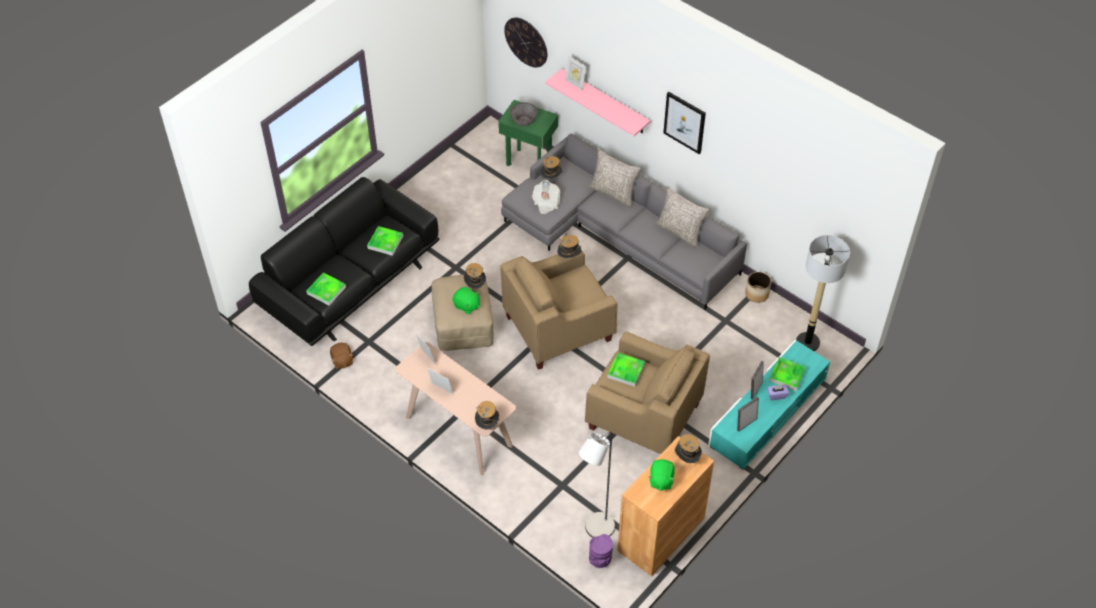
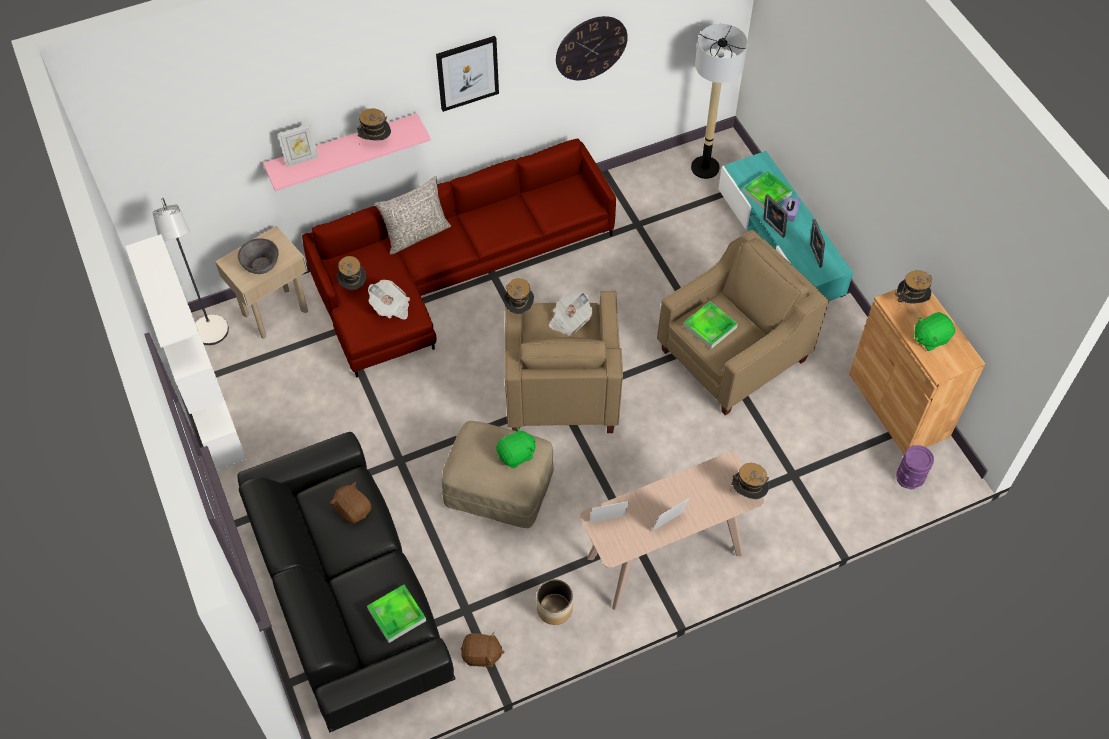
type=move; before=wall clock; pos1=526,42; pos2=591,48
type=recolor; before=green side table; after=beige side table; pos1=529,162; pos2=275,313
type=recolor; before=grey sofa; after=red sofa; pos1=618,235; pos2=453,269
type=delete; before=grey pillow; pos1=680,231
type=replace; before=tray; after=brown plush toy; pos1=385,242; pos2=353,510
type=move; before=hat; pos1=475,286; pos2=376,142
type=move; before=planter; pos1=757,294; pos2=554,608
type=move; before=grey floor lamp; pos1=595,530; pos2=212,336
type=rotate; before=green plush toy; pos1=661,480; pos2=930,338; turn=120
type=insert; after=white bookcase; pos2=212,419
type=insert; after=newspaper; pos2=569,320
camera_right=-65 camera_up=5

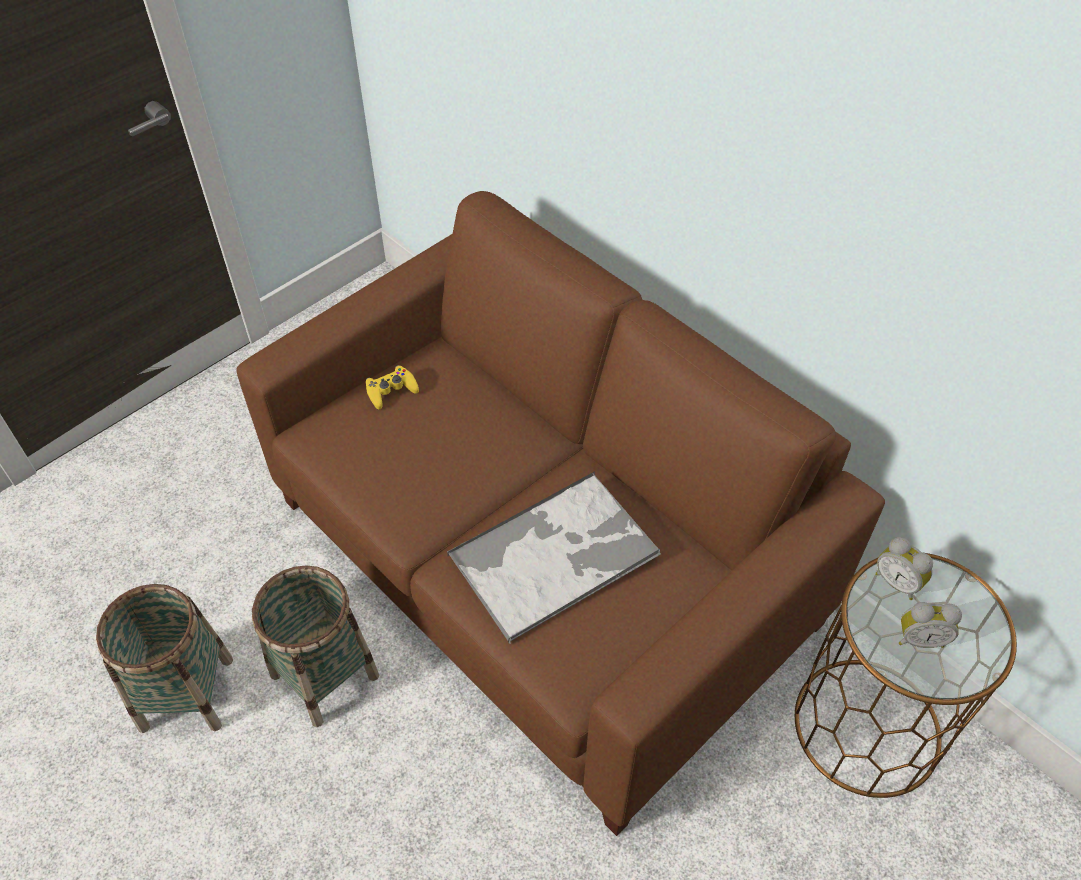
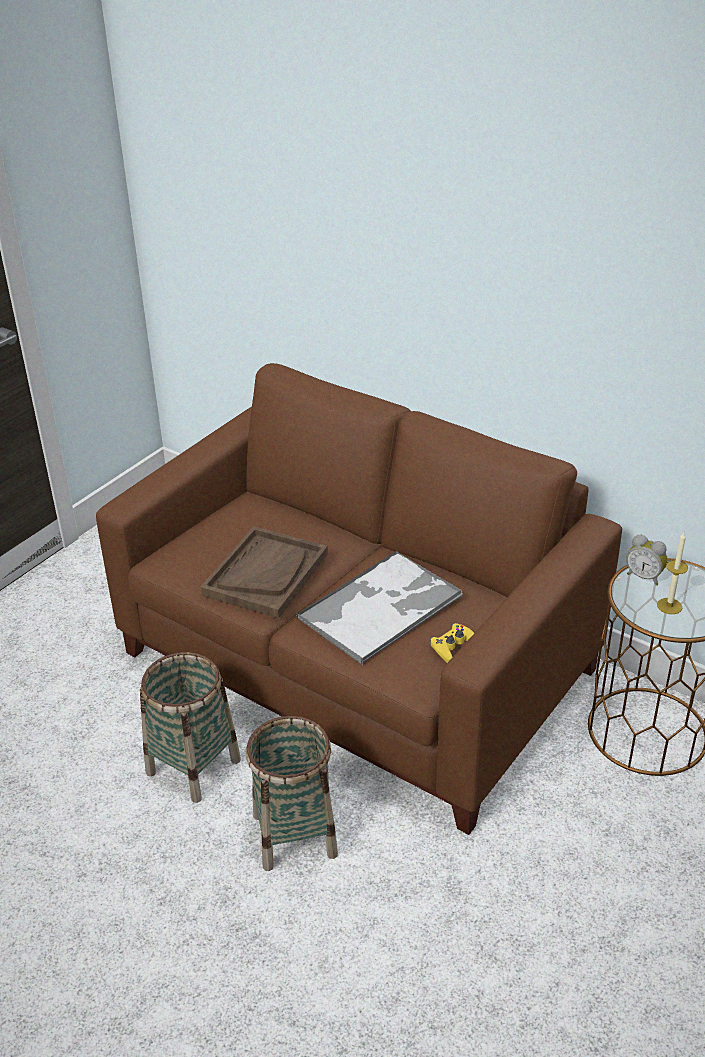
type=move; before=yellow game controller; pos1=391,390; pos2=453,647
type=move; before=basket; pos1=186,693; pos2=295,835
type=replace; before=alarm clock; after=candle; pos1=919,638; pos2=669,606
type=insert; after=brown tray; pos2=265,574
camera_right=-10 camera_up=-15

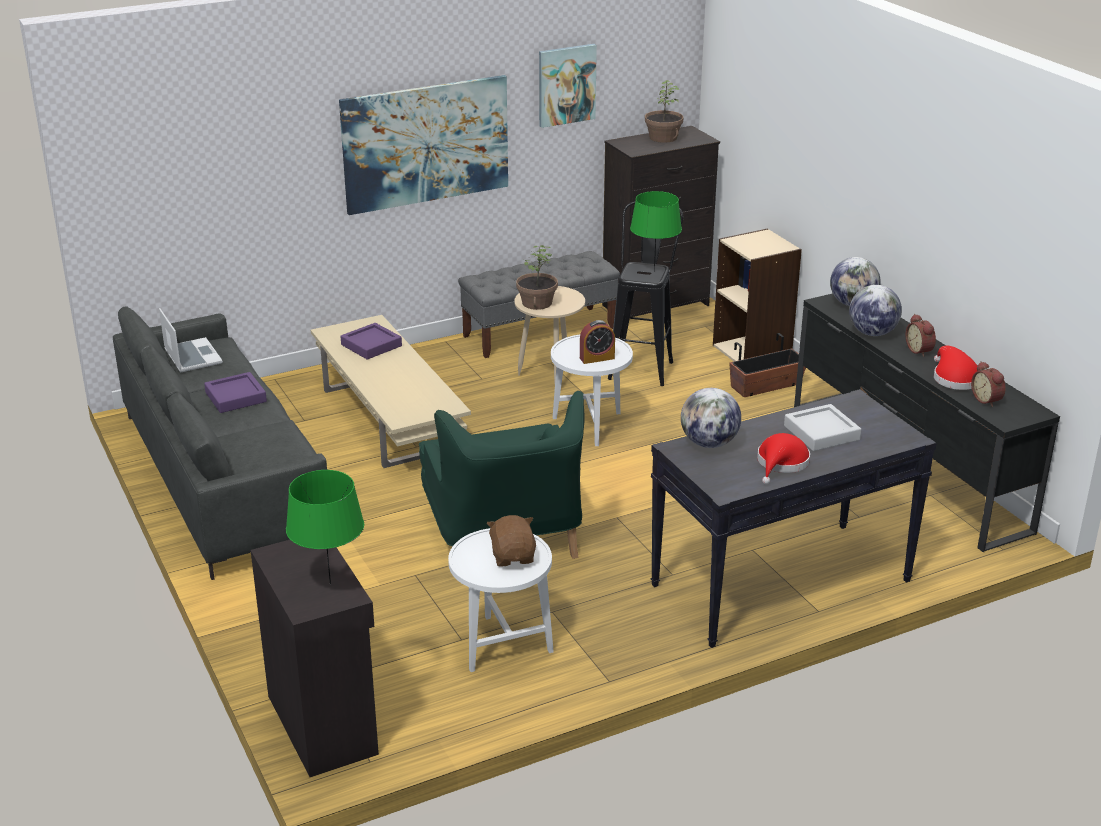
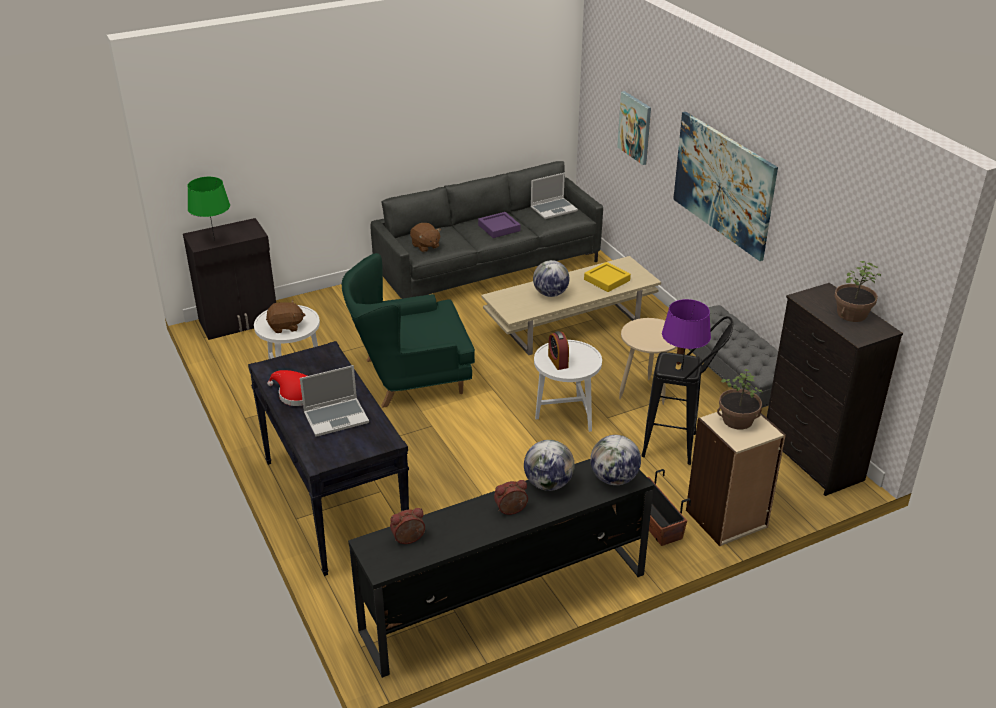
type=move; before=picture; pos1=566,85; pos2=635,127
type=recolor; before=green table lamp; after=purple table lamp; pos1=654,271; pos2=681,370
type=move; before=potted plant; pos1=536,303; pos2=737,420
type=recolor; before=purple tray; after=yellow tray; pos1=371,345; pos2=607,280
type=delete; before=red hat; pos1=954,378
type=move; before=globe; pos1=709,443; pos2=550,294
type=replace; before=grey tray; after=laptop; pos1=821,433; pos2=336,417
type=insert; after=brown plush toy; pos2=425,246
camera_right=90 camera_up=5

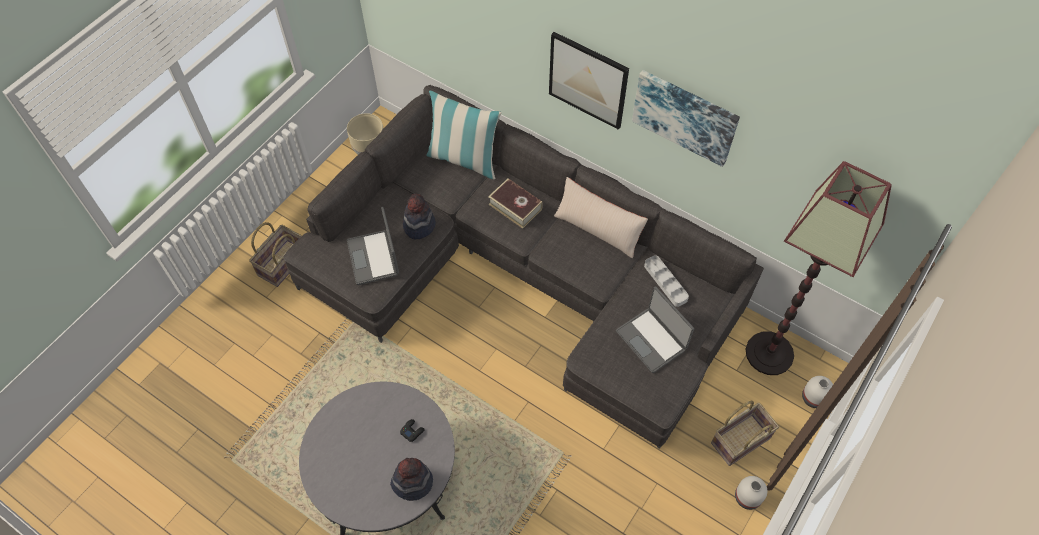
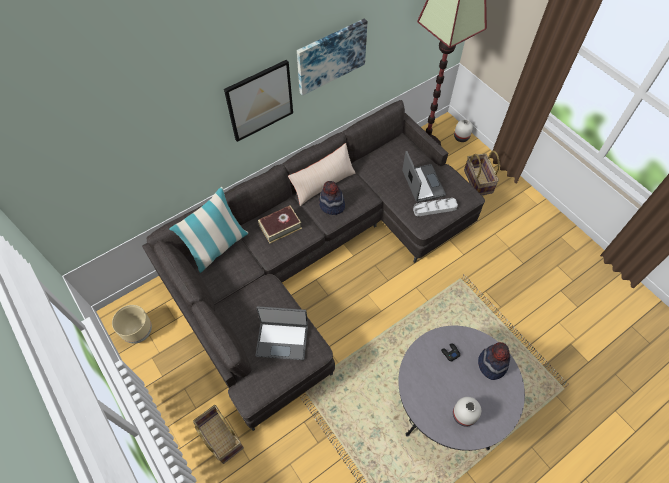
type=move; before=hat; pos1=419,225; pos2=331,205
type=move; before=grey tray; pos1=665,282; pos2=434,208
type=rotate; before=laptop; pos1=652,340; pos2=422,184; turn=-90
type=move; before=white vase; pos1=748,497; pos2=463,414
camera_right=-70 camera_up=0

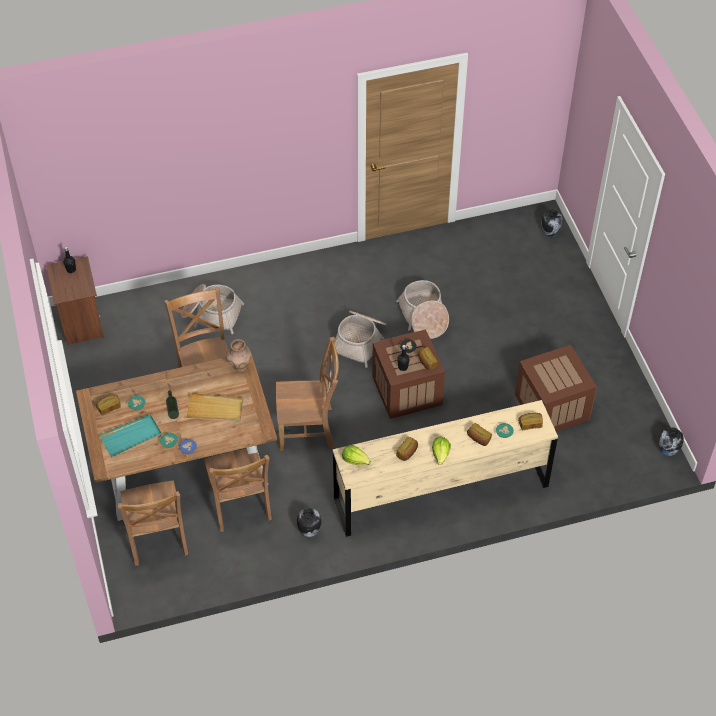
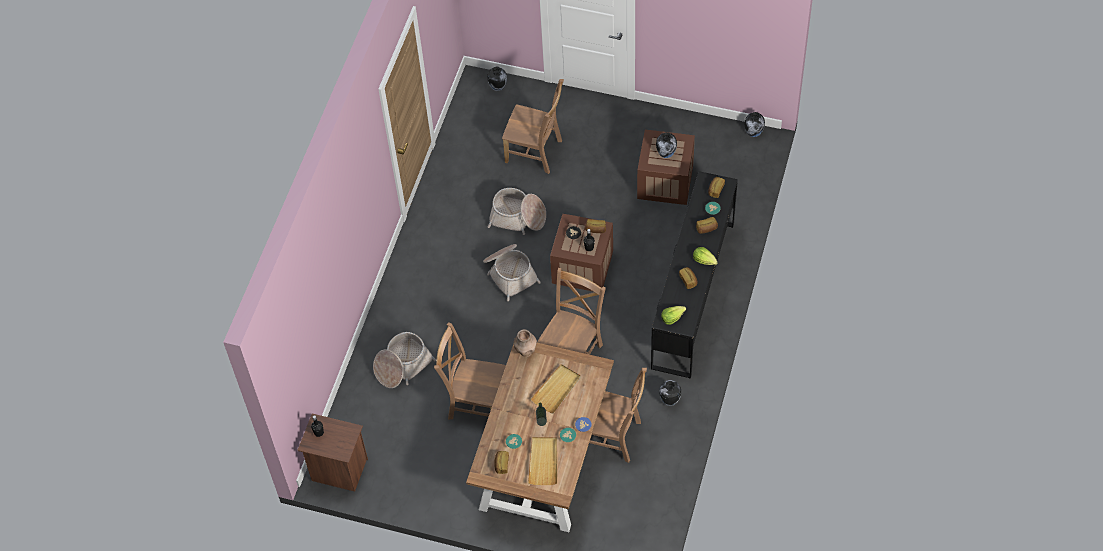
type=recolor; before=beige dresser; after=black dresser; pos1=441,492; pos2=693,295
type=recolor; before=turquoise tray; after=beige tray; pos1=131,437; pos2=543,461
type=move; before=brown chair; pos1=157,539; pos2=536,152
type=insert; after=vase; pos2=666,154
camera_right=-55 camera_up=5

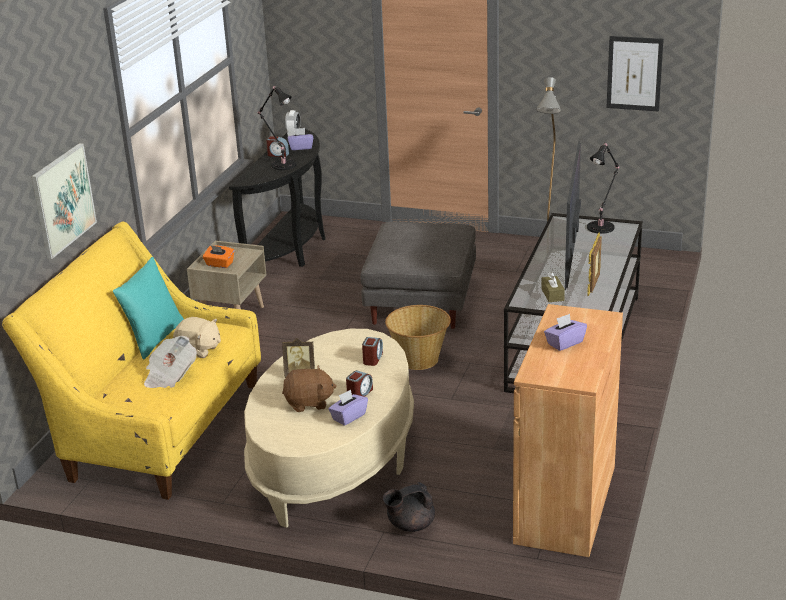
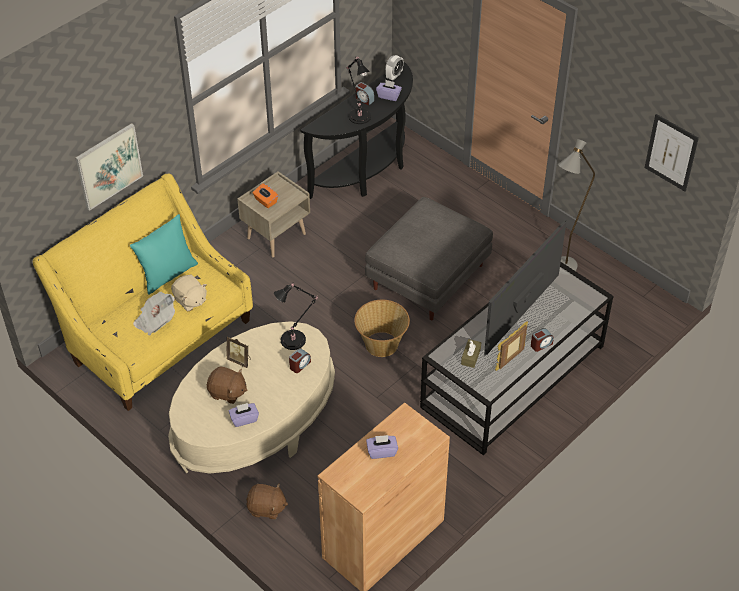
type=move; before=black table lamp; pos1=602,226; pos2=295,339
type=move; before=alarm clock; pos1=359,394; pos2=541,344
type=replace; before=black teapot; after=brown plush toy; pos1=410,525; pos2=266,508
camera_right=25 camera_up=20

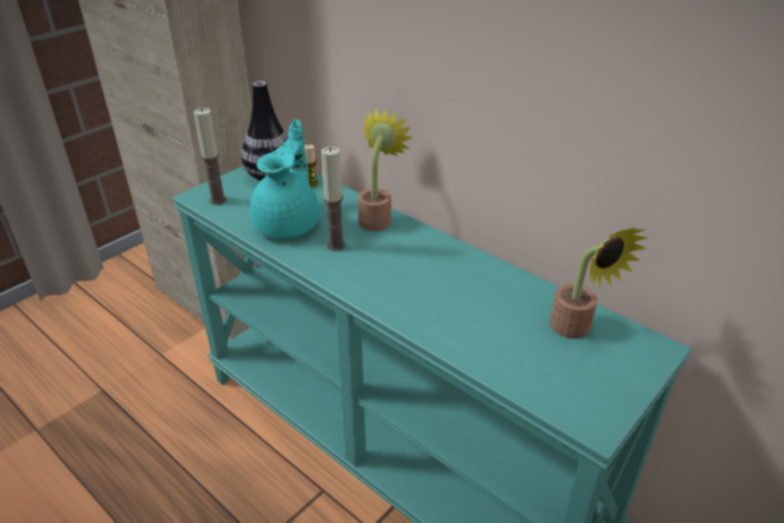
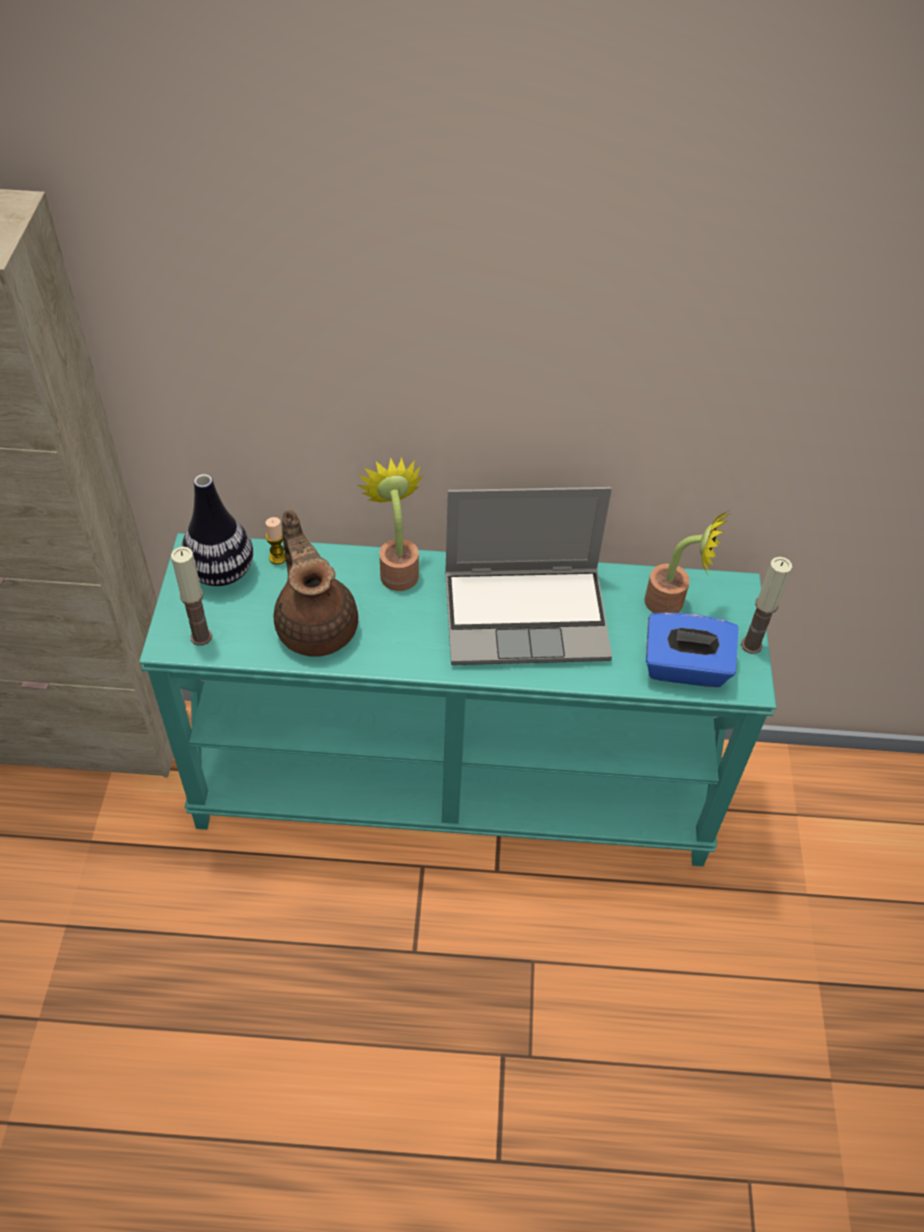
type=recolor; before=turquoise teapot; after=brown teapot; pos1=289,223; pos2=316,625
type=move; before=candle; pos1=336,245; pos2=751,645
type=insert; after=laptop; pos2=527,615
type=insert; after=blue tissue box; pos2=684,668
camera_right=-40 camera_up=15

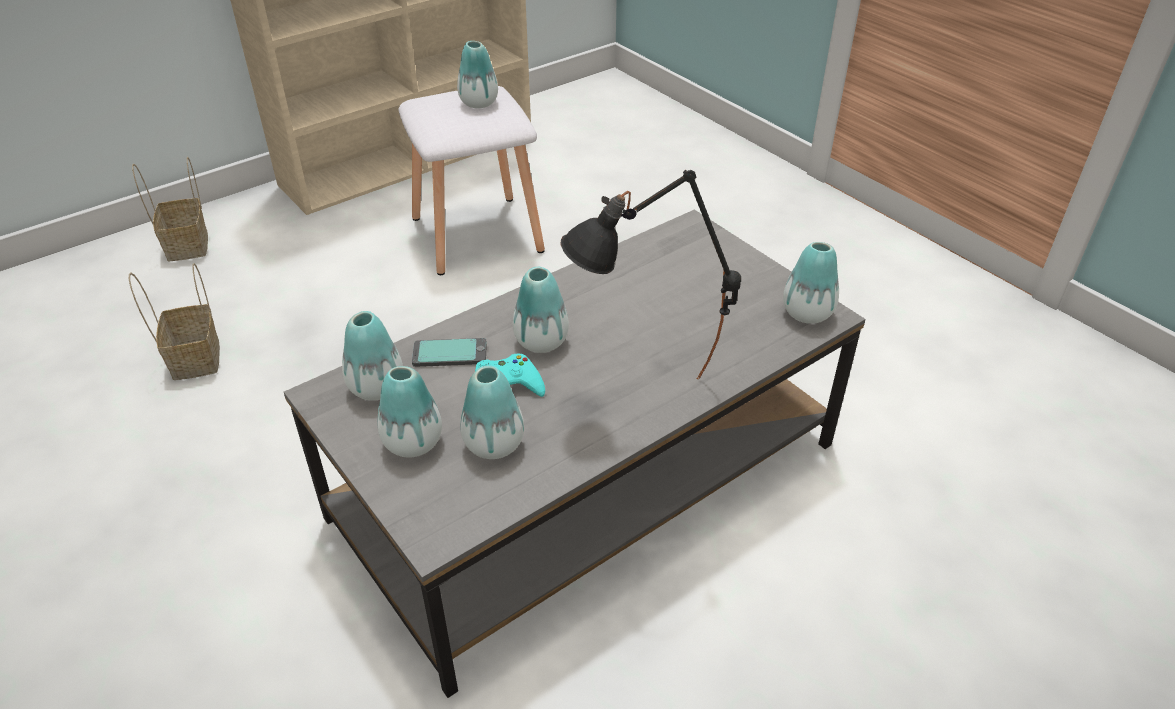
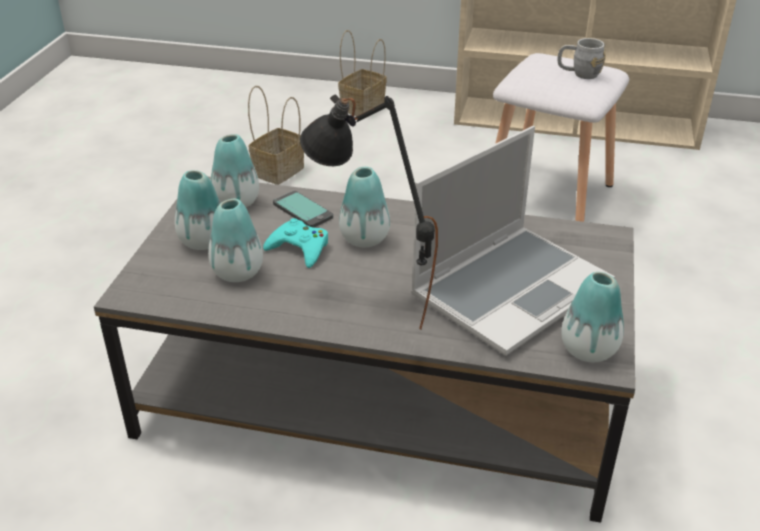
type=replace; before=vase; after=grey mug; pos1=479,103; pos2=579,74
type=insert; after=laptop; pos2=511,288
camera_right=50 camera_up=-5

